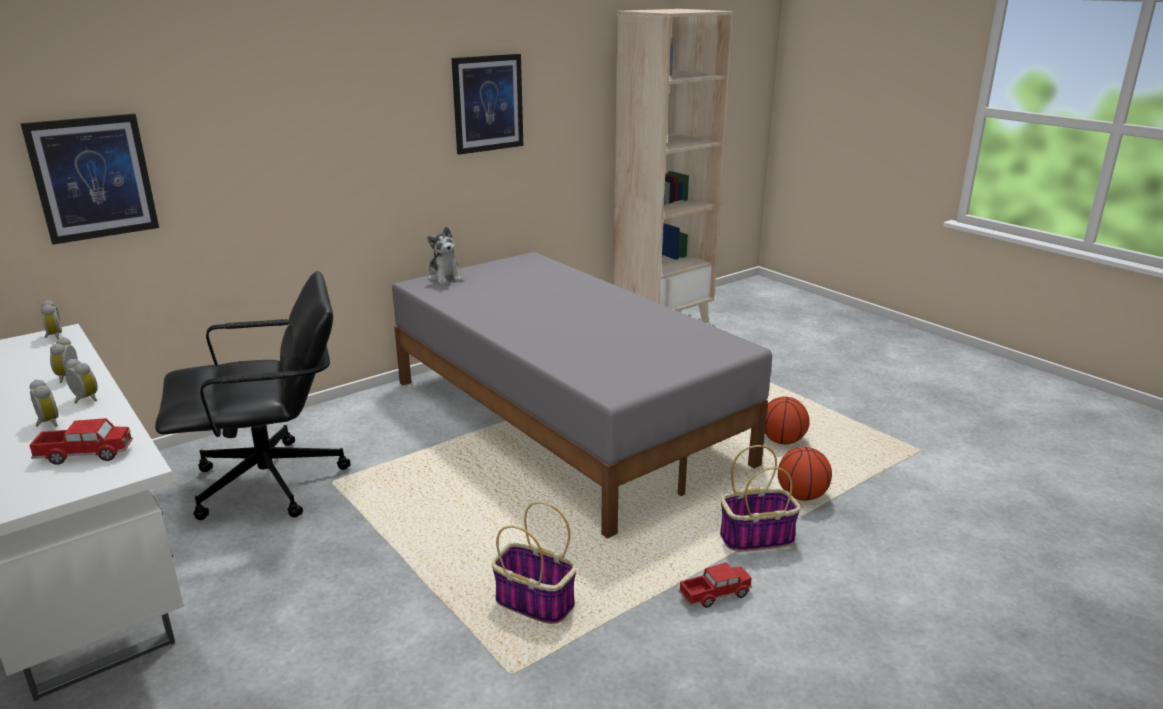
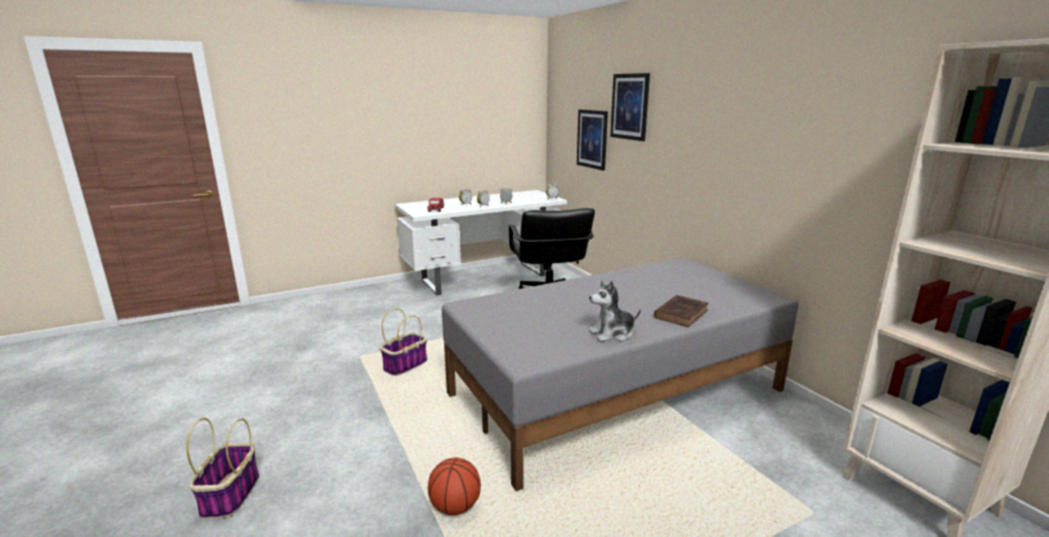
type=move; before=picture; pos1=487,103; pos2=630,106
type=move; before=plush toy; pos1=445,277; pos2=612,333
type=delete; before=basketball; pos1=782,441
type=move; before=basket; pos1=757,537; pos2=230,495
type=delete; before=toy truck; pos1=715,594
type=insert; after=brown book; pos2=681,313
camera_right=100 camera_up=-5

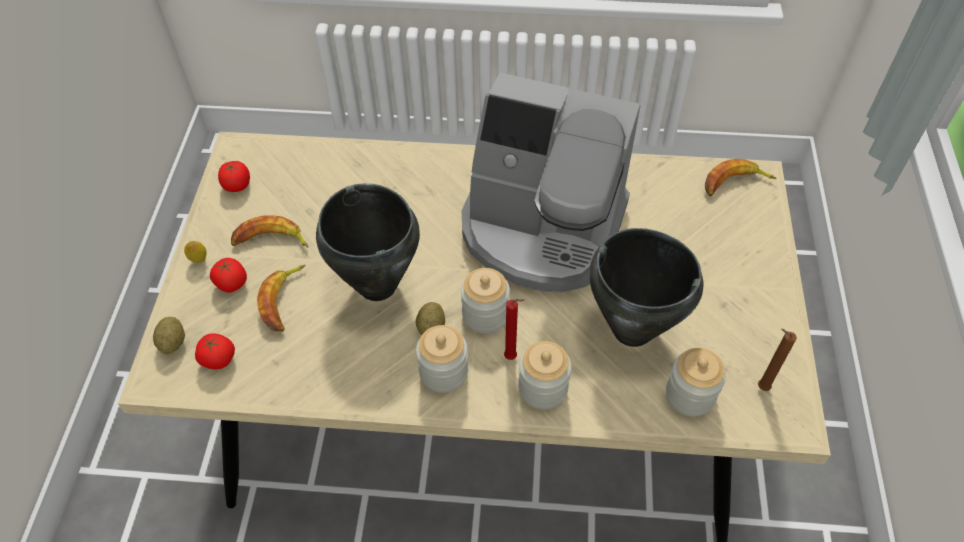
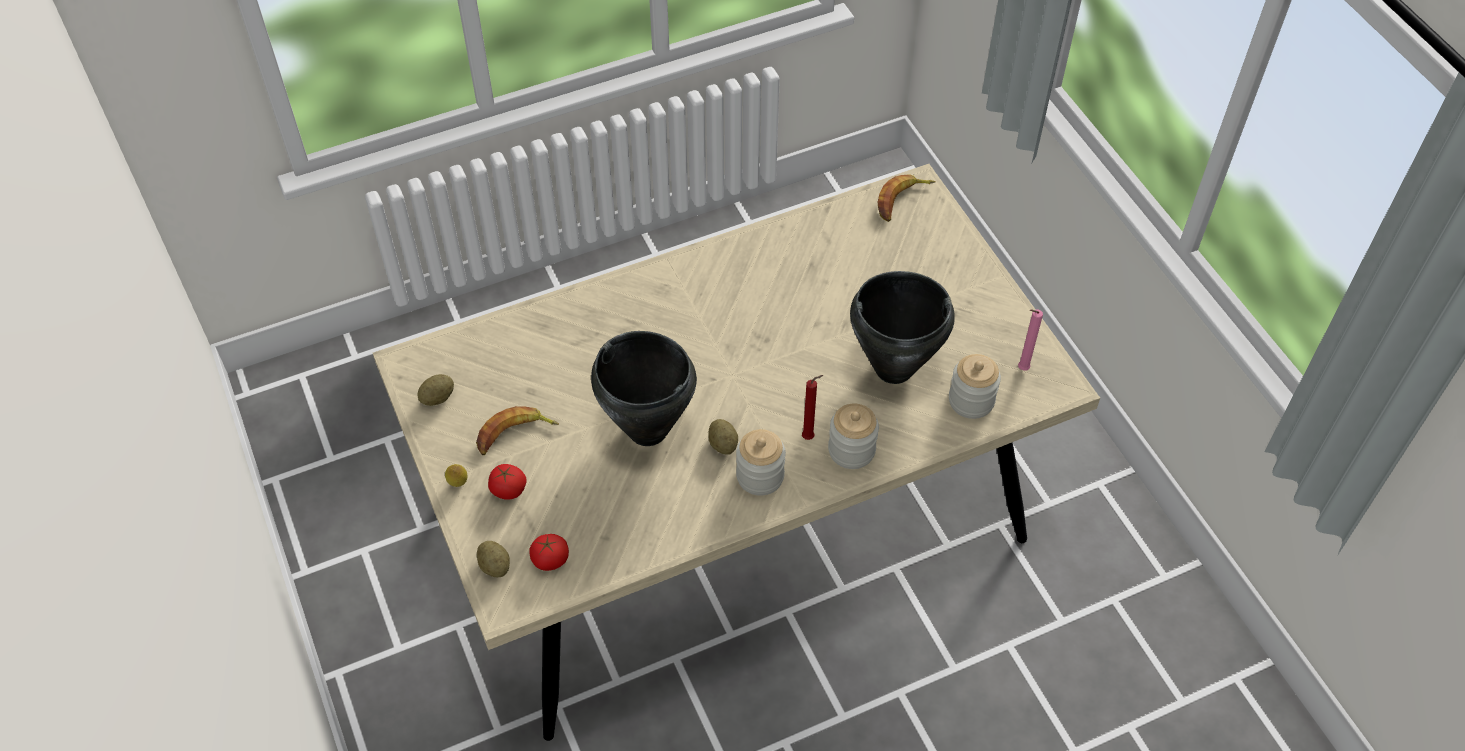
type=delete; before=coffee machine; pos1=542,229
type=replace; before=tomato; after=potato; pos1=237,185; pos2=437,398
type=delete; before=banana; pos1=283,301
type=delete; before=jar; pos1=485,314
type=recolor; before=brown candle; after=pink candle; pos1=760,387; pos2=1021,369
camera_right=-30 camera_up=0

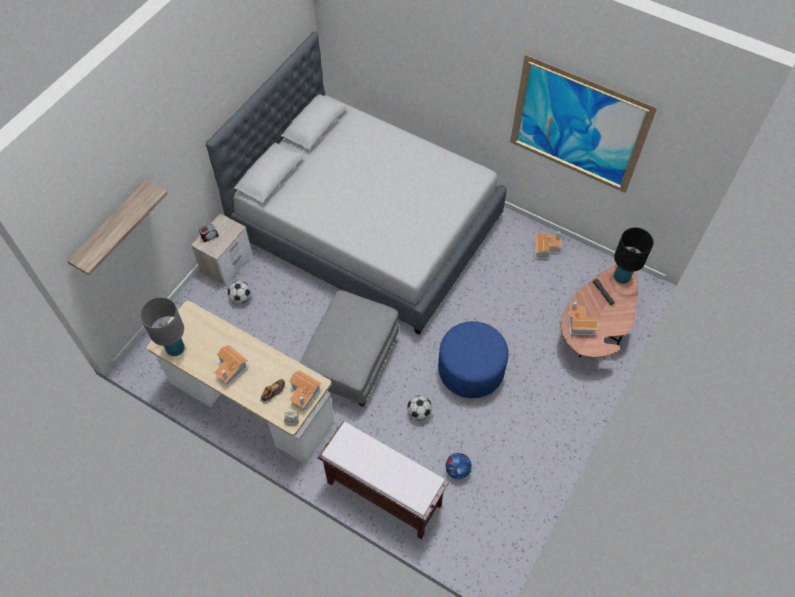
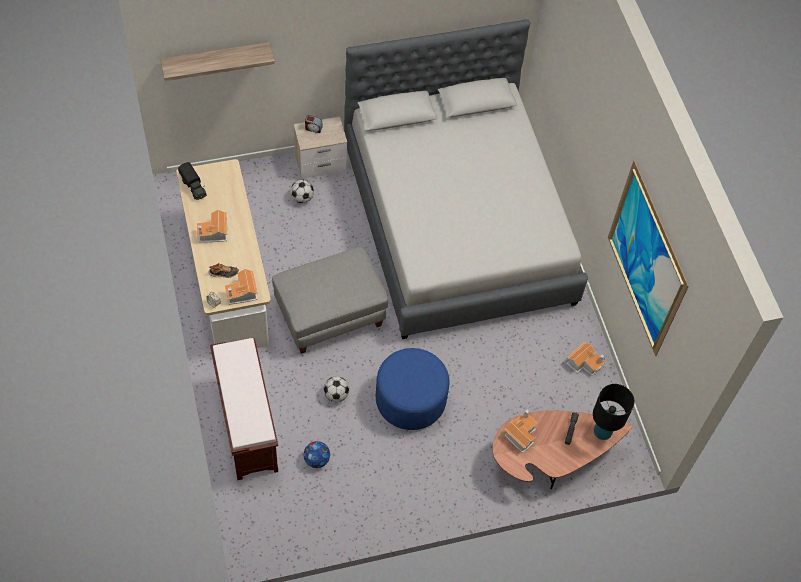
type=replace; before=grey table lamp; after=toy truck; pos1=175,348; pos2=193,187
camera_right=40 camera_up=0

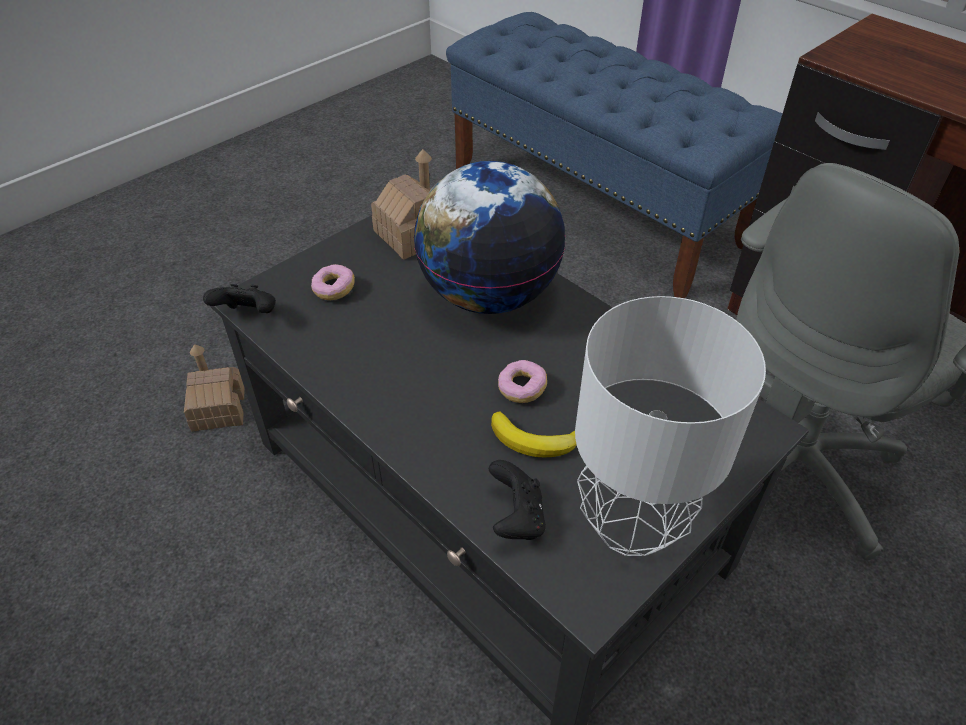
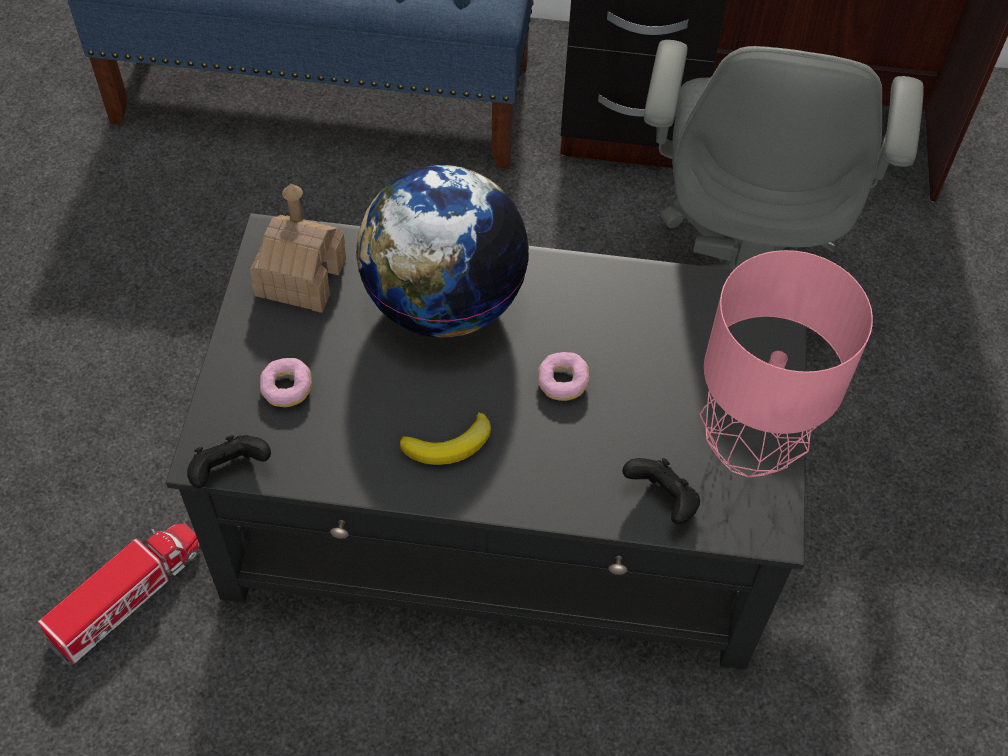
type=recolor; before=grey table lamp; after=pink table lamp; pos1=628,526; pos2=747,450
type=replace; before=toy house; after=toy truck; pos1=218,409; pos2=127,596
type=move; before=banana; pos1=533,441; pos2=449,445
camera_right=-40 camera_up=10

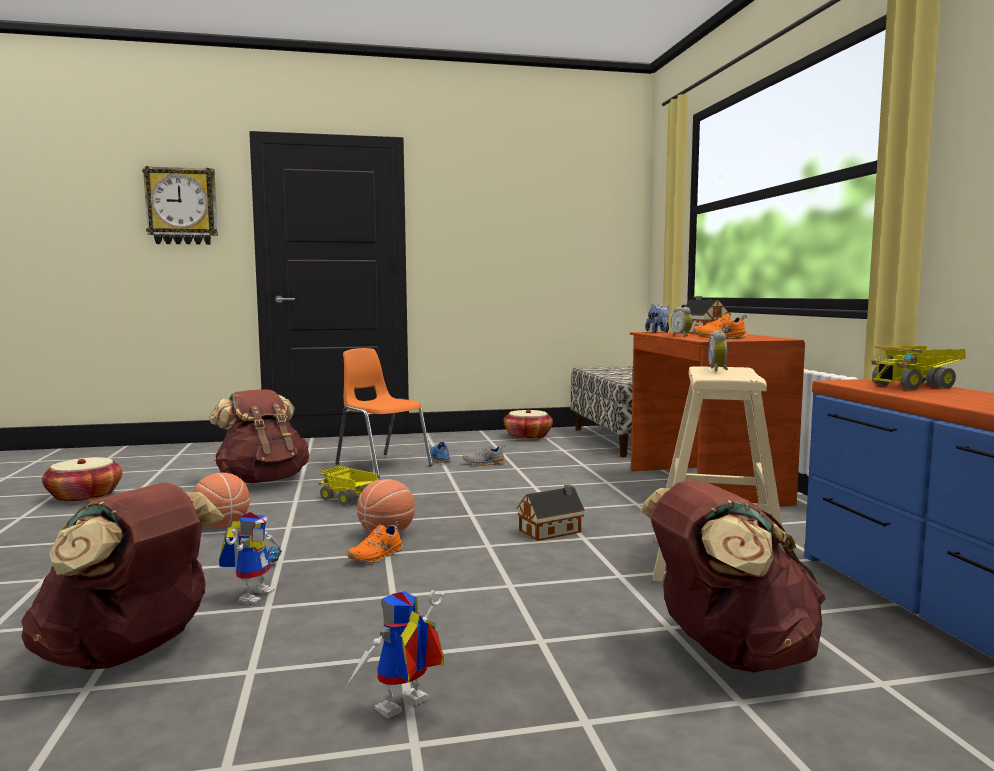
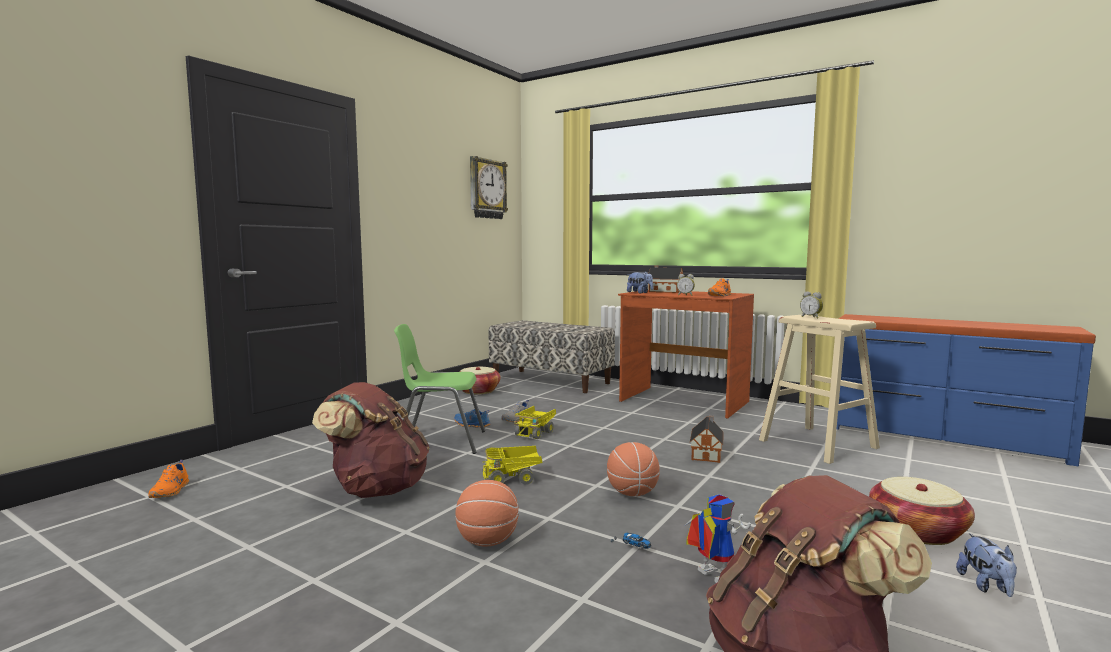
type=move; before=wall clock; pos1=182,206; pos2=487,189
type=move; before=toy truck; pos1=915,386; pos2=535,433
type=recolor; before=orange chair; after=green chair; pos1=382,464; pos2=440,442
type=move; before=basket; pos1=85,496; pos2=917,531
type=delete; before=brown backpack; pos1=729,654
type=move; before=orange shoe; pos1=376,556; pos2=171,491
type=replace; before=toy robot; after=plush toy; pos1=403,710; pos2=986,586
camera_right=-45 camera_up=0

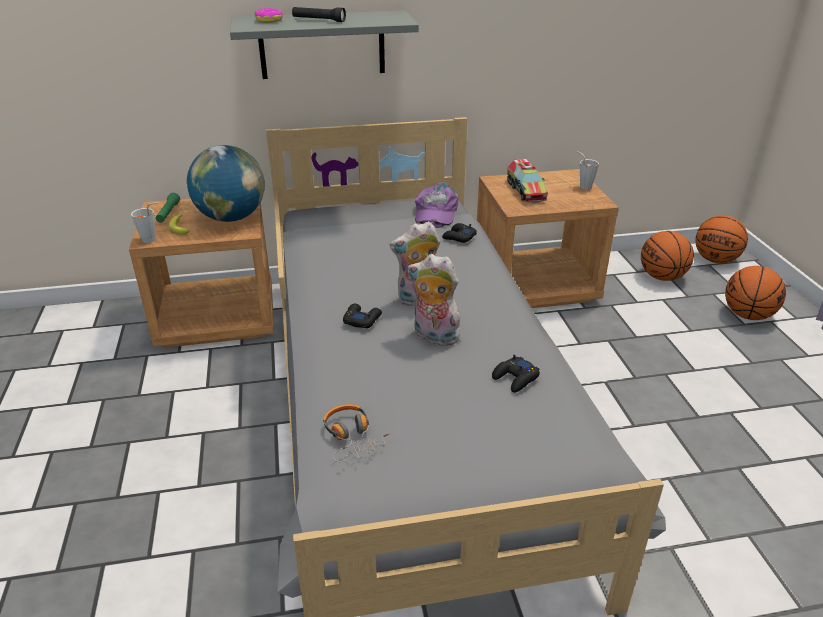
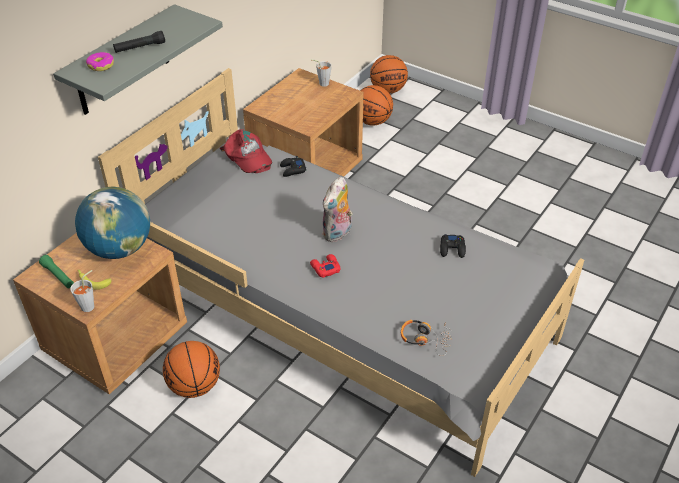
type=delete; before=toy truck; pos1=526,191
type=recolor; before=purple cap; after=red cap; pos1=435,212; pos2=247,157
type=delete; before=plush toy; pos1=433,337
type=move; before=basketball; pos1=747,315; pos2=194,386
type=recolor; before=black game controller; after=red game controller; pos1=362,320; pos2=325,268
camera_right=-45 camera_up=10

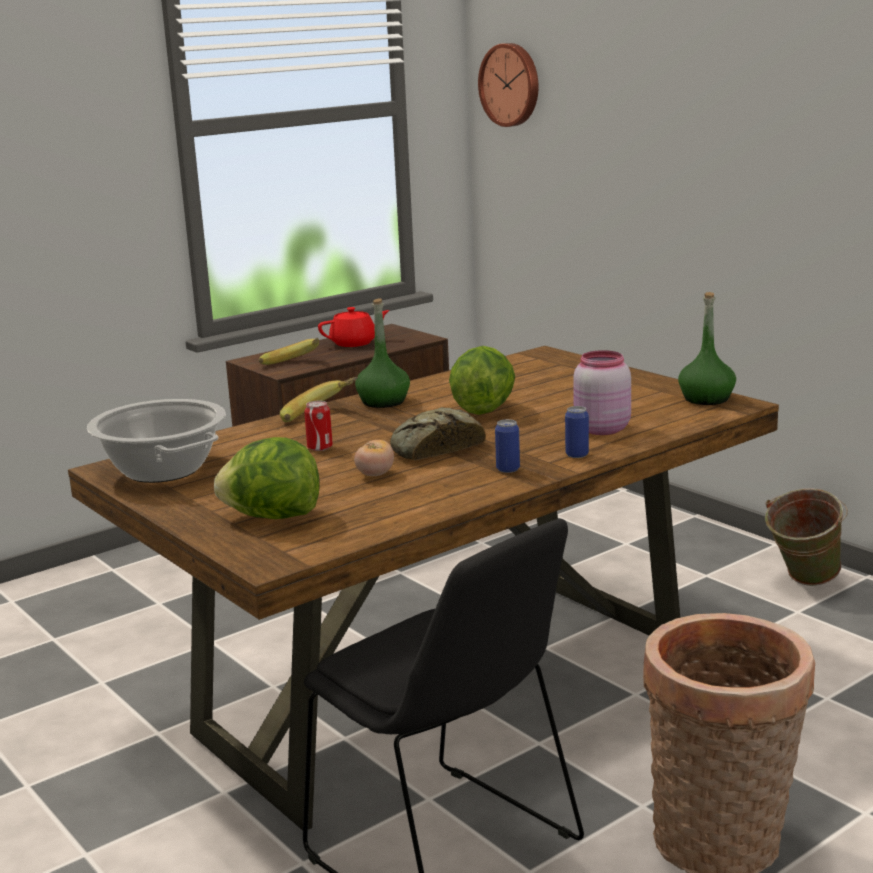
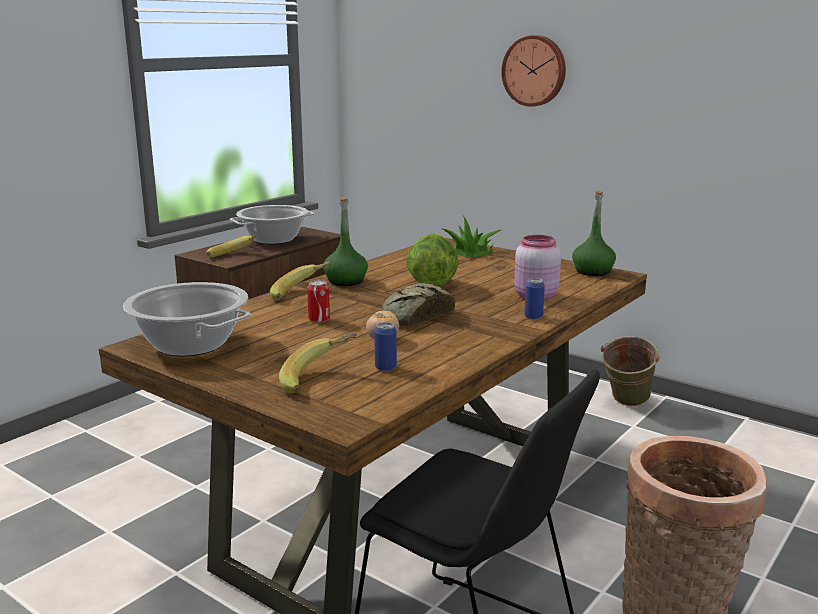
type=move; before=wall clock; pos1=511,85; pos2=535,71
type=replace; before=red teapot; after=cooking pot; pos1=354,343; pos2=274,239
type=move; before=can; pos1=508,469; pos2=385,367
type=replace; before=lettuce; after=banana; pos1=272,517; pos2=319,381
type=insert; after=potted plant; pos2=470,252
camera_right=-15 camera_up=0

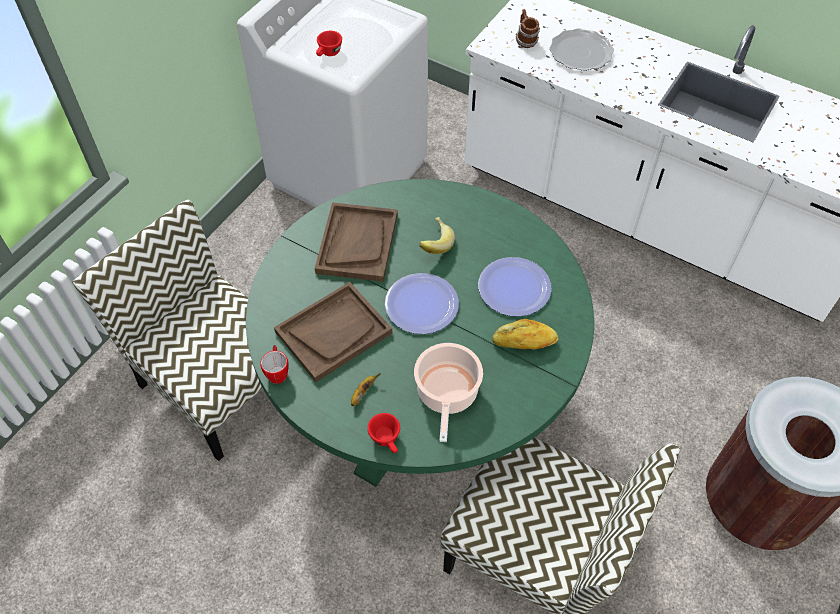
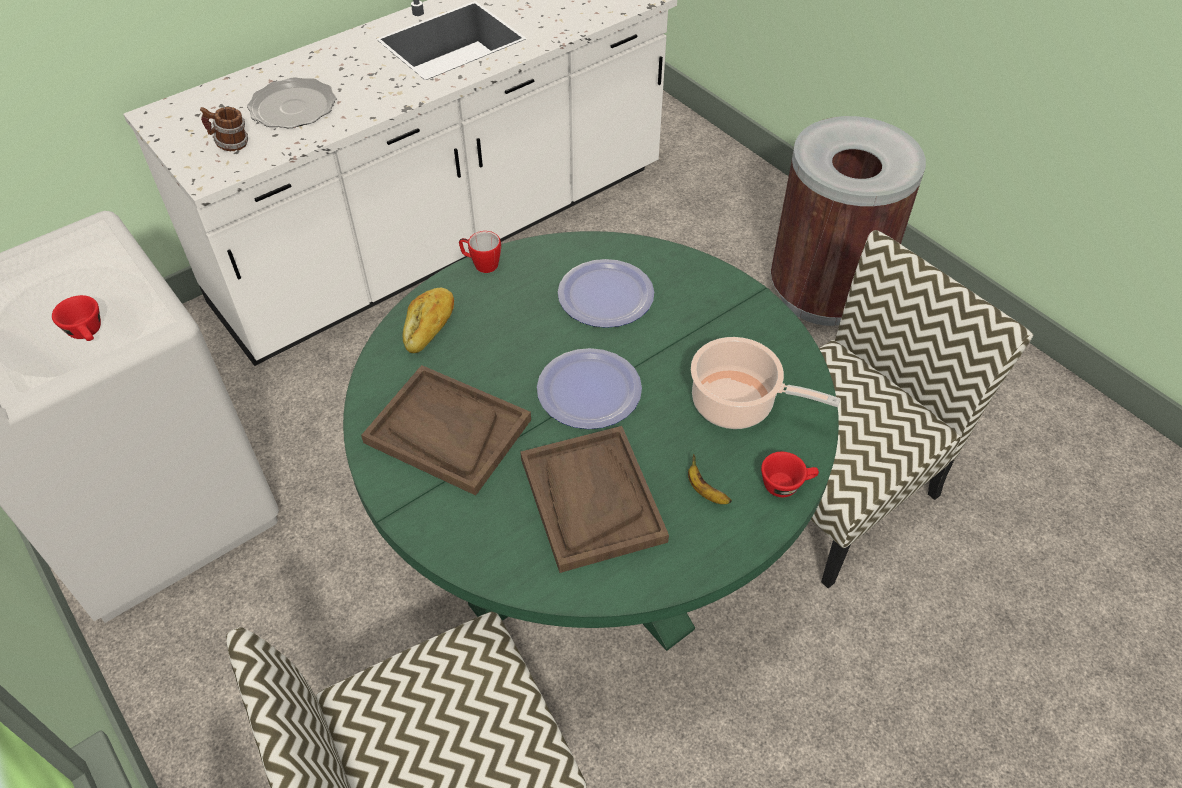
type=delete; before=banana; pos1=434,243
type=move; before=bread; pos1=524,342; pos2=430,327
type=move; before=mug; pos1=277,371; pos2=481,264
camera_right=-70 camera_up=-5

